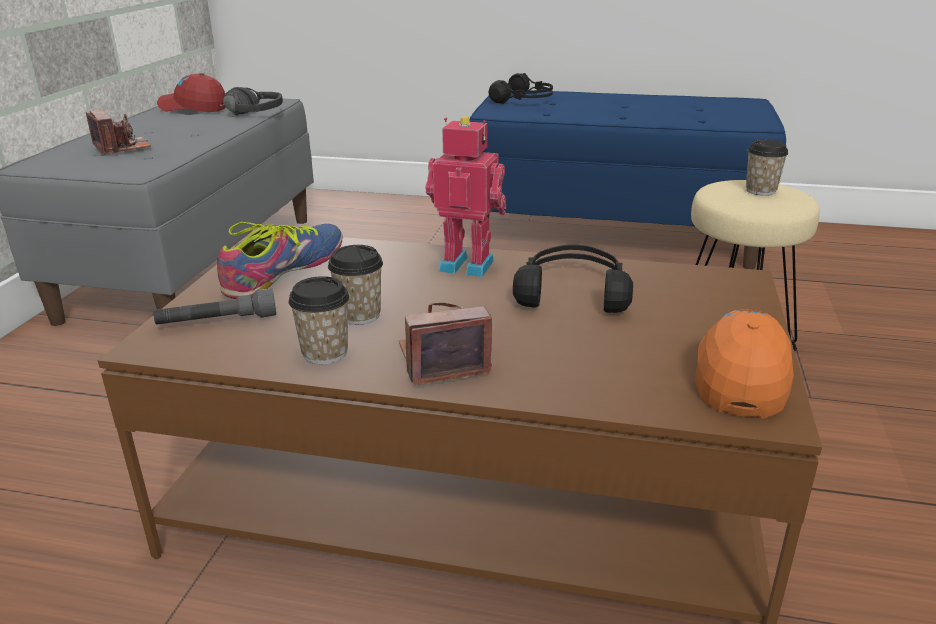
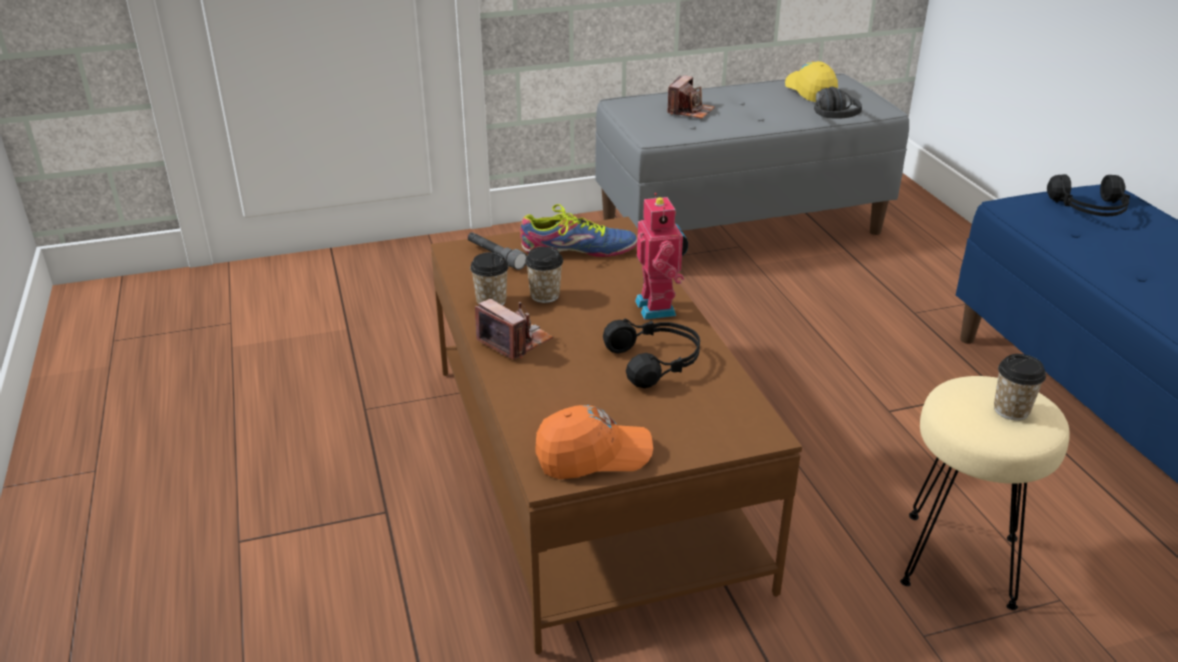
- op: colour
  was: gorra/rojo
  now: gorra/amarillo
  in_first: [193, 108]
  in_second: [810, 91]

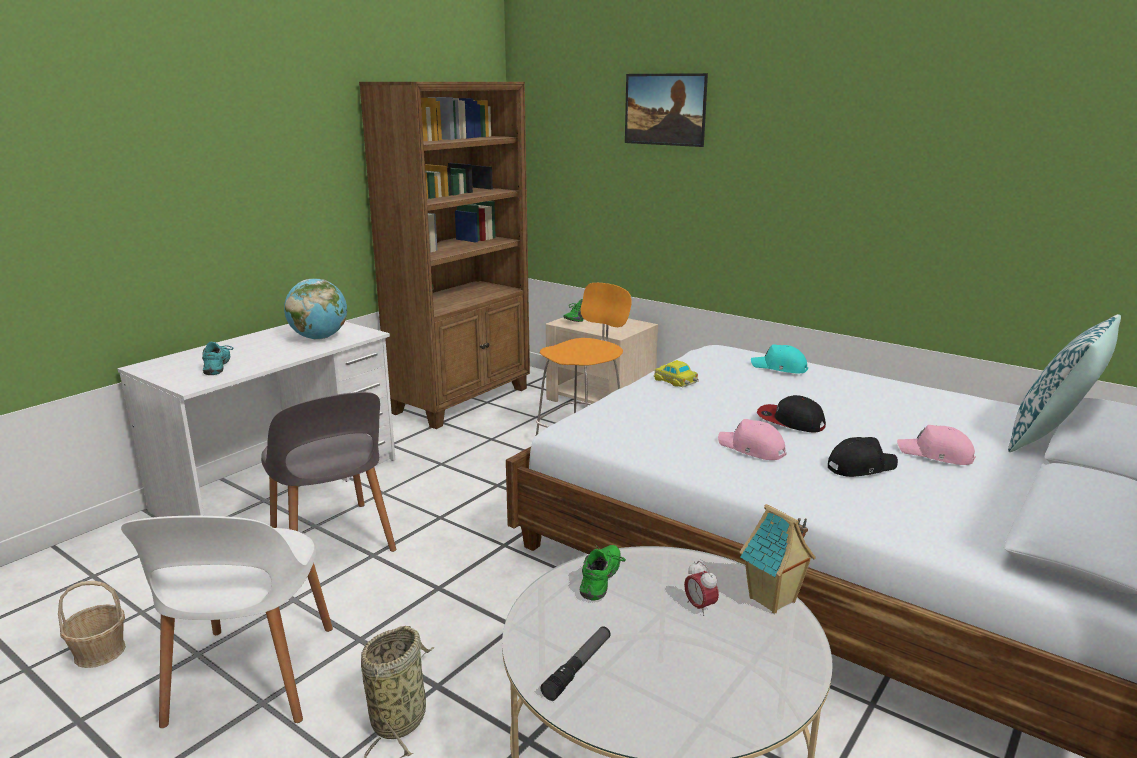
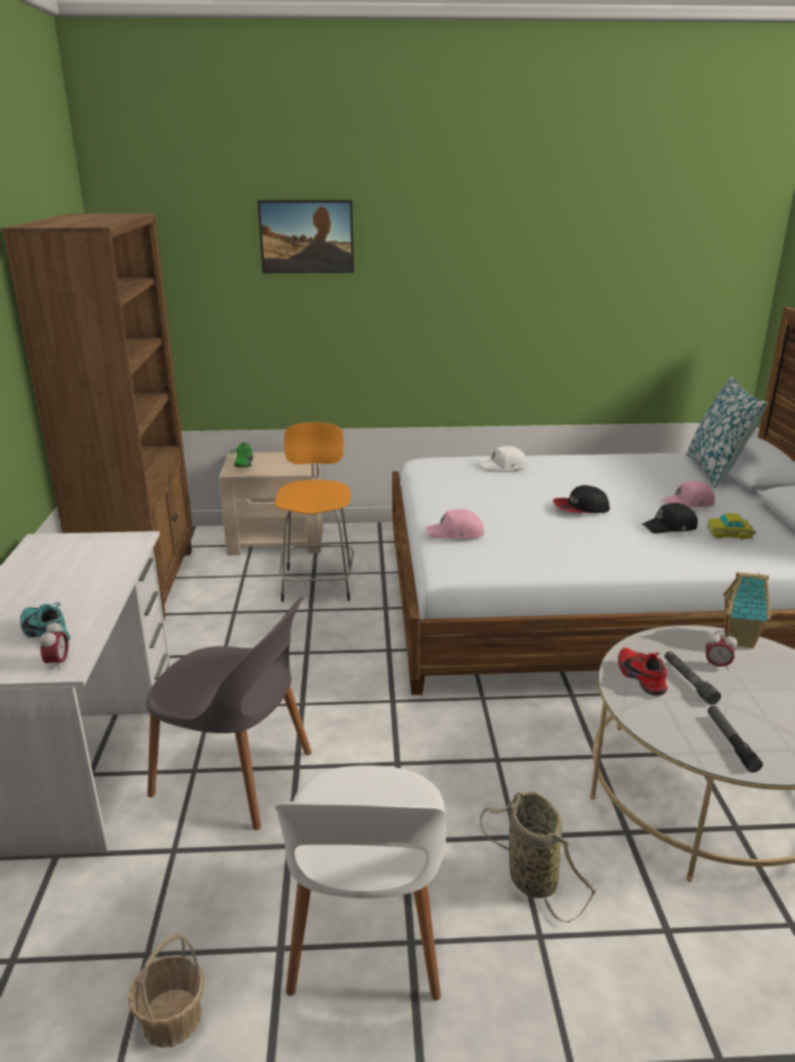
- op: appeared
  now: despertador
  in_second: [58, 663]
- op: spun
  was: silla/blanco
  in_first: [251, 678]
  in_second: [367, 931]
  clockwise: 45
- op: relocated
  was: gorra/rosa
  in_first: [751, 449]
  in_second: [456, 533]
- op: colour
  was: gorra/turquesa
  now: gorra/blanco
  in_first: [779, 368]
  in_second: [504, 466]
- op: colour
  was: zapato/verde
  now: zapato/rojo
  in_first: [603, 581]
  in_second: [642, 678]
- op: spun
  was: gorra/negro
  in_first: [860, 467]
  in_second: [670, 527]
  clockwise: -135
- op: appeared
  now: linterna/gris
  in_second: [688, 682]
- op: relocated
  was: coche de juguete
  in_first: [676, 381]
  in_second: [730, 533]
- op: missing
  was: globo terráqueo
  in_first: [319, 338]

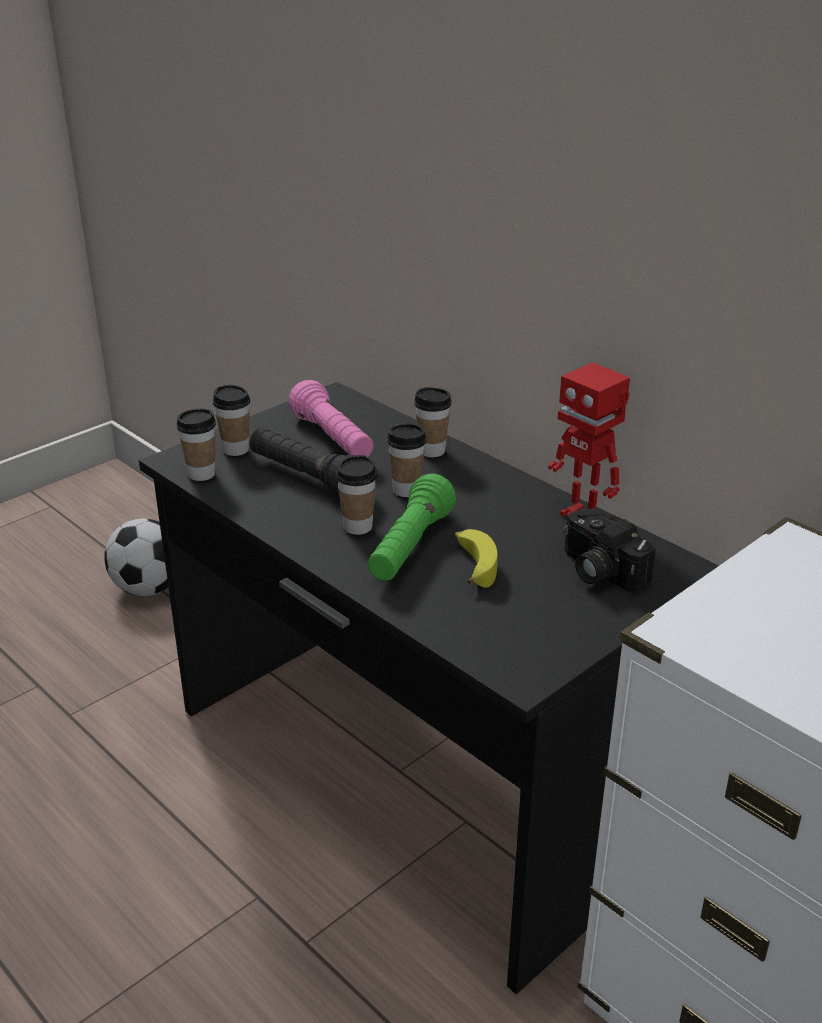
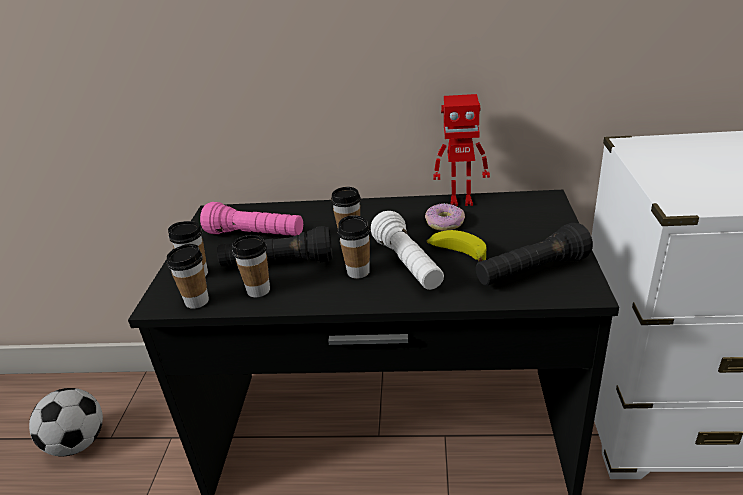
- op: relocated
  was: taza
  in_first: [432, 451]
  in_second: [258, 290]
- op: colour
  was: linterna/verde
  now: linterna/blanco
  in_first: [410, 548]
  in_second: [408, 265]
- op: appeared
  now: rosquilla
  in_second: [445, 223]
- op: appeared
  now: linterna/negro
  in_second: [531, 272]
- op: missing
  was: cámara
  in_first: [598, 571]

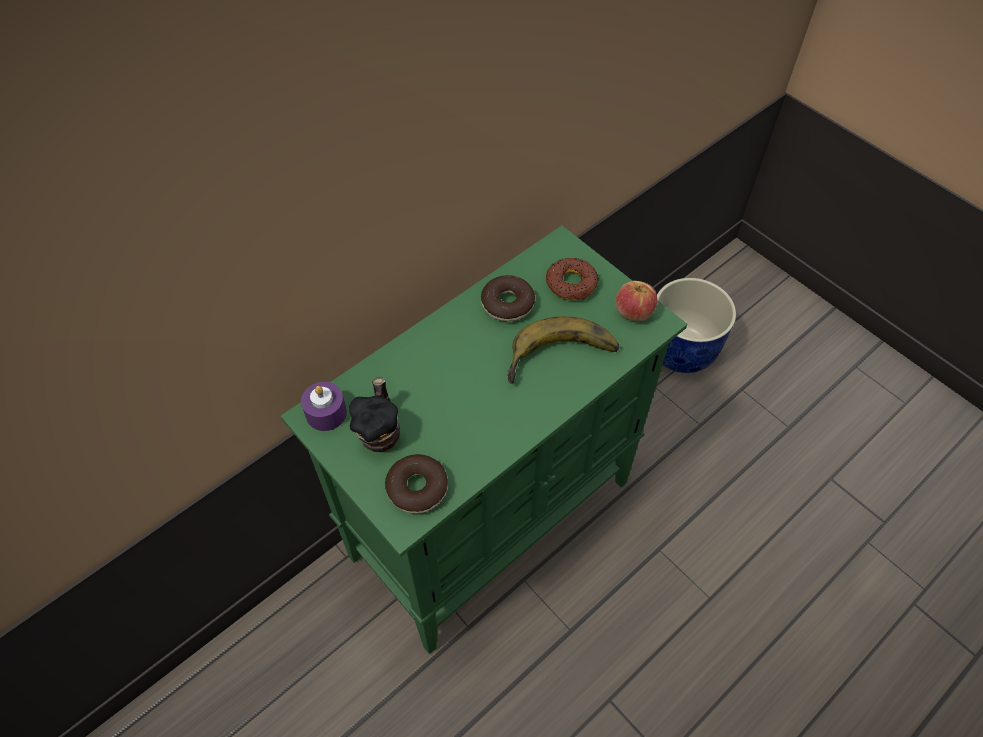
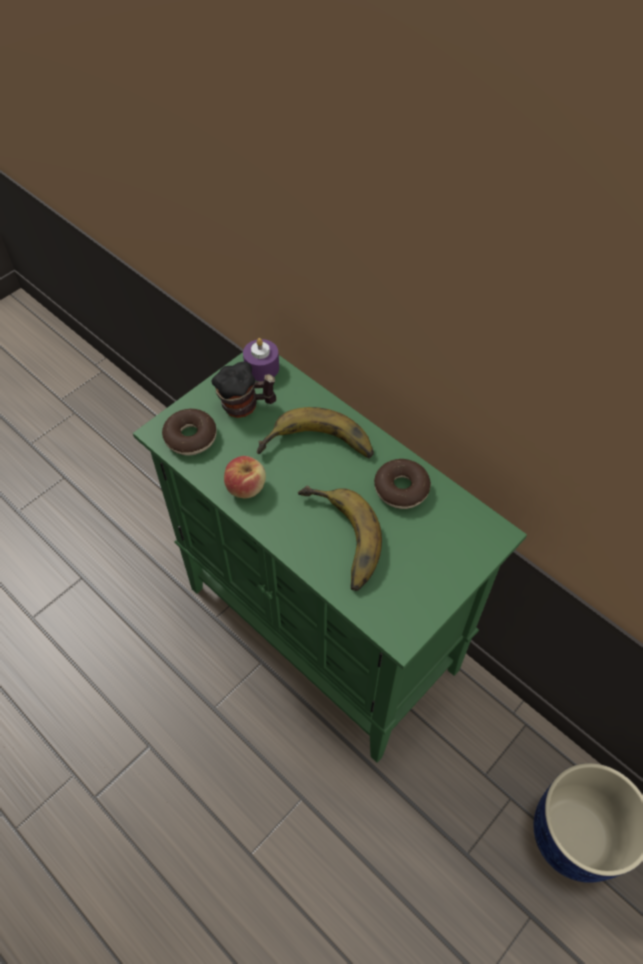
- op: relocated
  was: manzana
  in_first: [633, 311]
  in_second: [246, 487]
- op: appeared
  now: plátano
  in_second: [317, 450]
- op: missing
  was: rosquilla
  in_first: [571, 283]

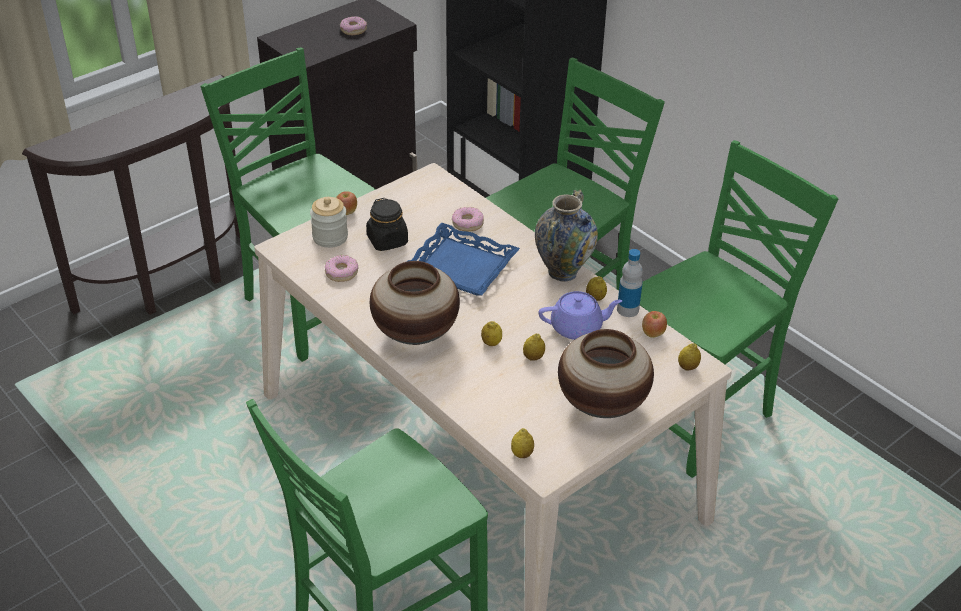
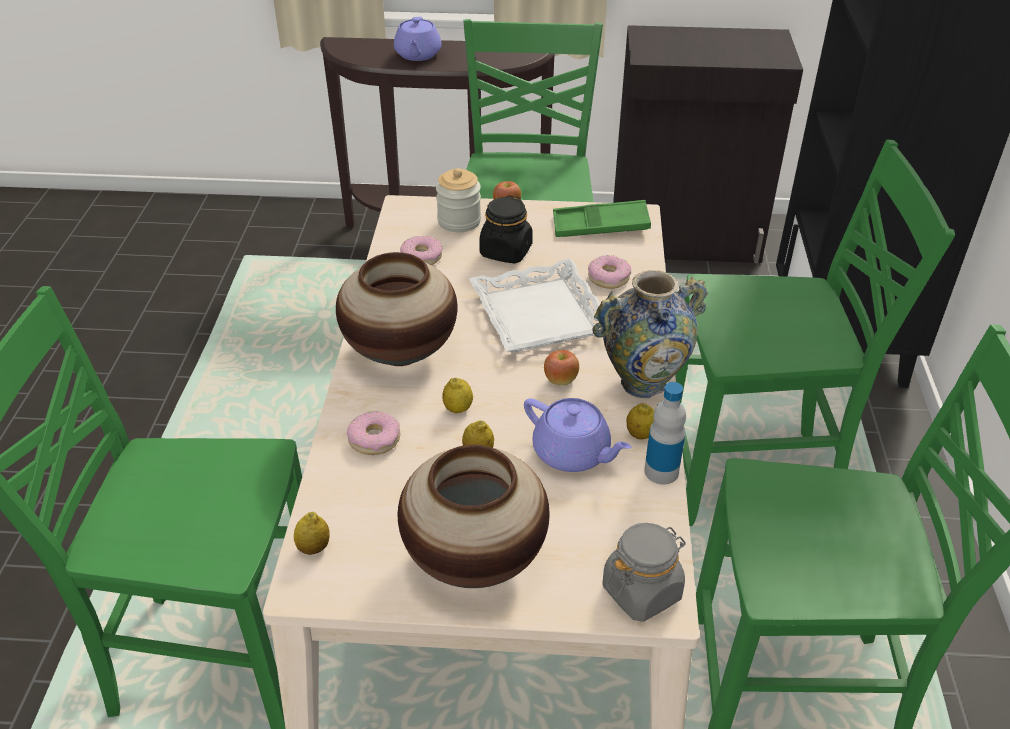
- op: relocated
  was: rosquilla
  in_first: [353, 30]
  in_second: [374, 439]
- op: appeared
  now: tetera/morado
  in_second: [418, 55]
- op: colour
  was: bandeja/azul
  now: bandeja/blanco
  in_first: [461, 266]
  in_second: [541, 315]
- op: relocated
  was: manzana
  in_first: [653, 333]
  in_second: [560, 380]
- op: appeared
  now: bandeja/verde
  in_second: [600, 226]
- op: exchanged
  was: limón
  now: tarro/gris
  in_first: [688, 367]
  in_second: [642, 591]

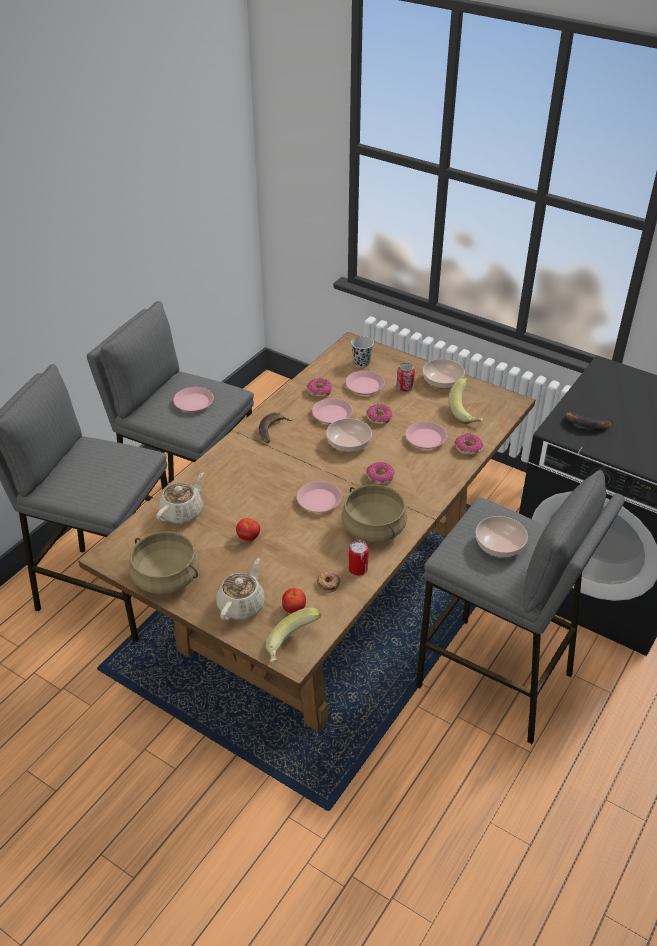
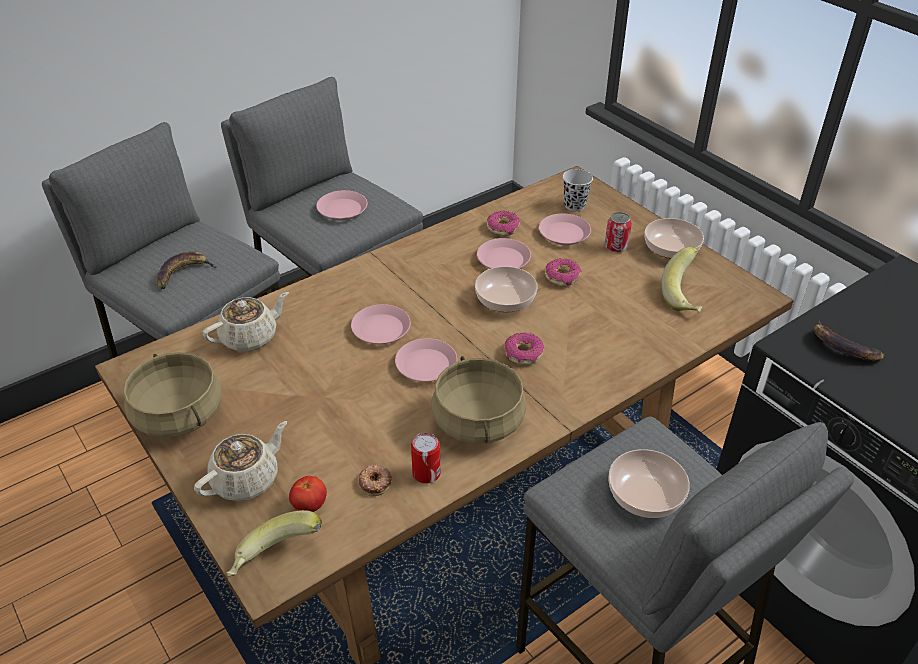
- op: relocated
  was: plátano
  in_first: [272, 429]
  in_second: [183, 273]
- op: relocated
  was: plato/rosa
  in_first: [425, 438]
  in_second: [381, 329]
- op: missing
  was: tomate
  in_first: [248, 537]
- op: missing
  was: rosquilla
  in_first: [468, 448]

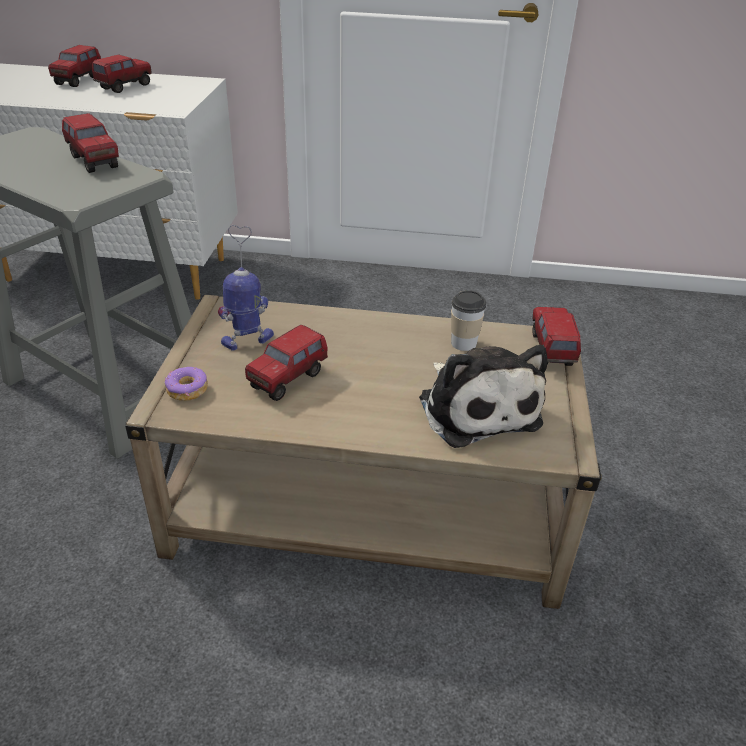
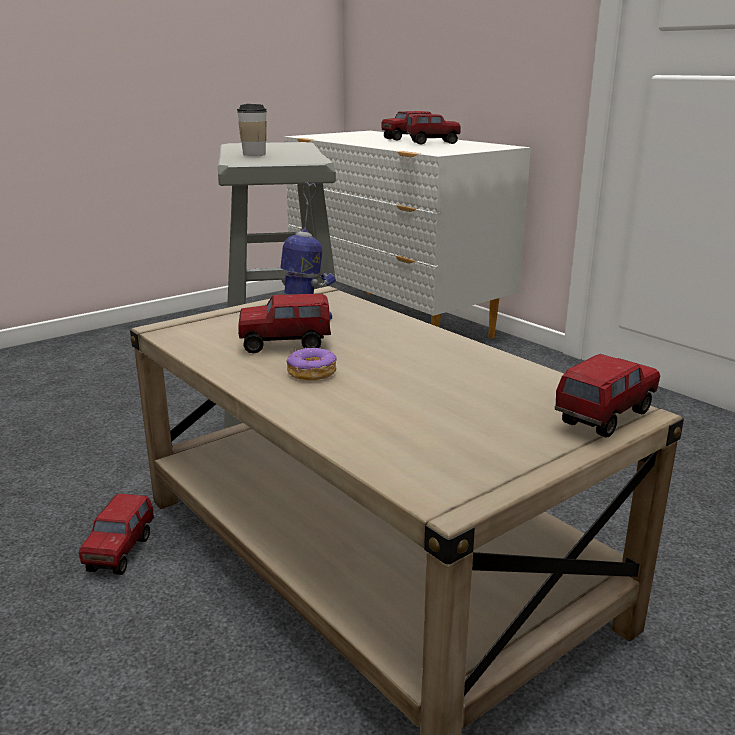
- op: relocated
  was: camión de juguete
  in_first: [94, 161]
  in_second: [121, 553]
- op: relocated
  was: taza
  in_first: [463, 343]
  in_second: [254, 154]
- op: relocated
  was: rosquilla
  in_first: [187, 390]
  in_second: [311, 373]
- op: missing
  was: peluche
  in_first: [476, 408]

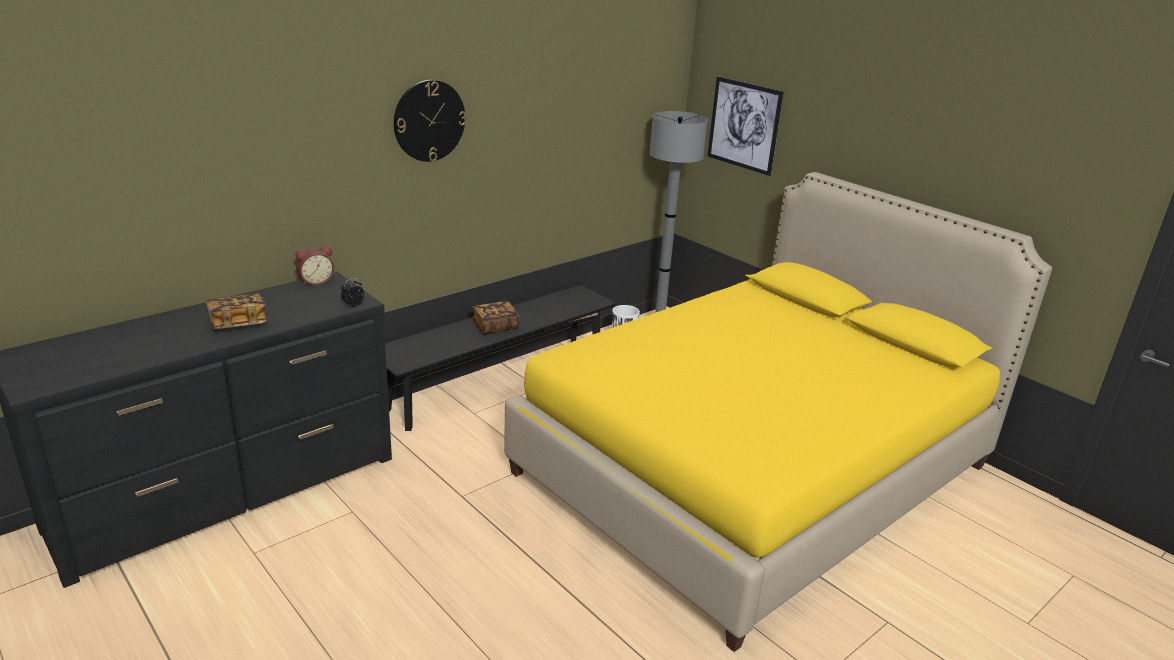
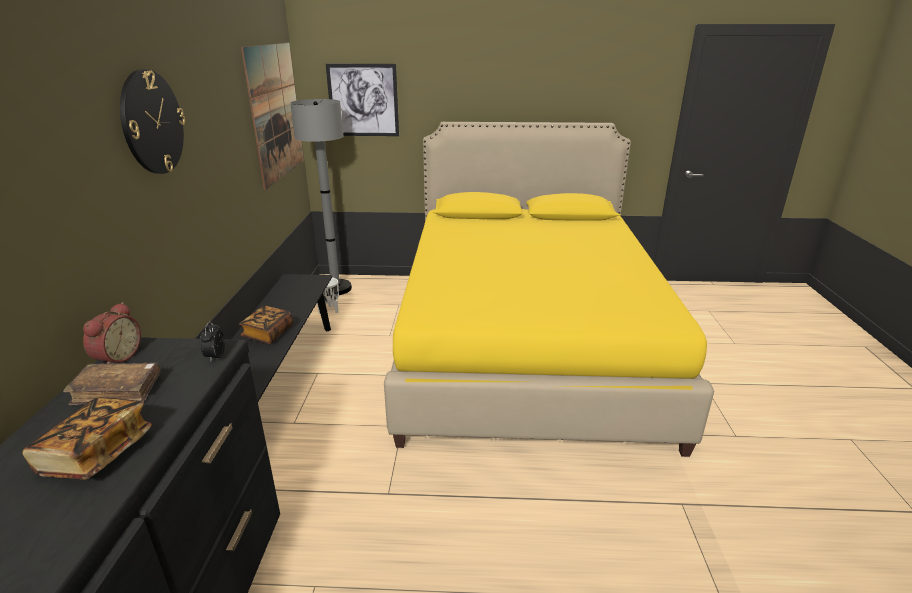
- op: appeared
  now: libro/marrón
  in_second: [118, 390]
- op: appeared
  now: cuadro
  in_second: [275, 112]

